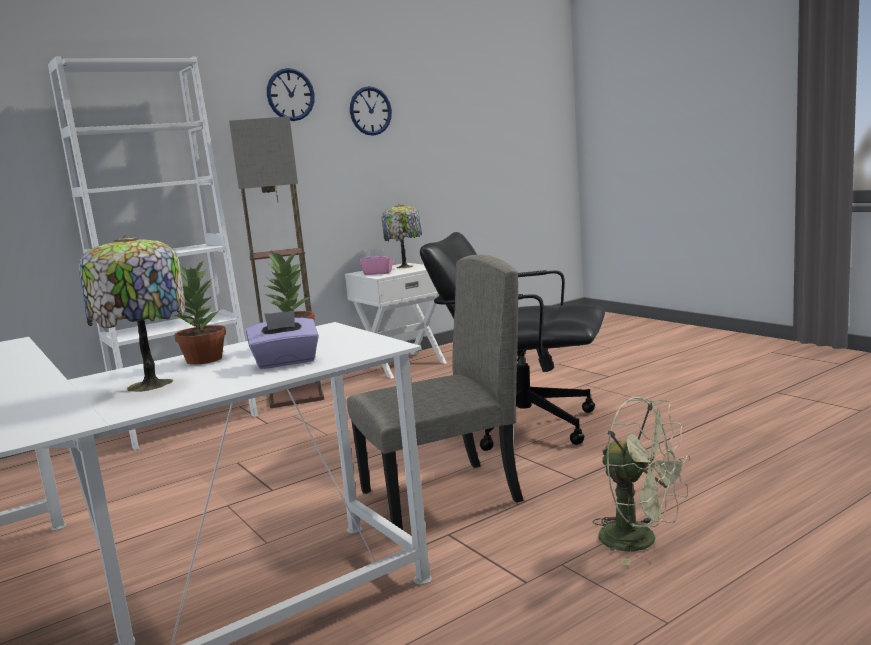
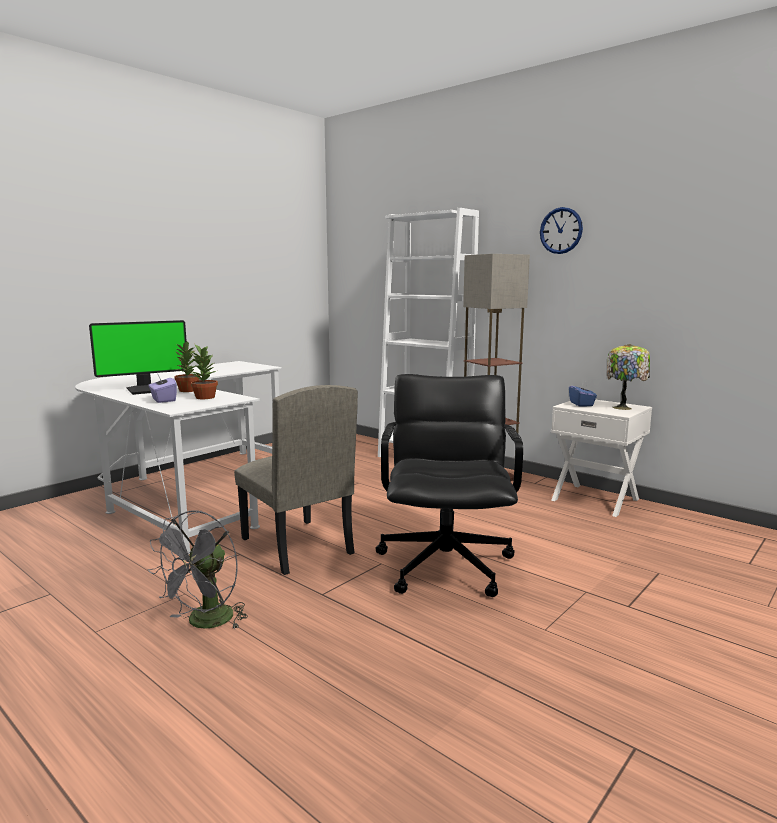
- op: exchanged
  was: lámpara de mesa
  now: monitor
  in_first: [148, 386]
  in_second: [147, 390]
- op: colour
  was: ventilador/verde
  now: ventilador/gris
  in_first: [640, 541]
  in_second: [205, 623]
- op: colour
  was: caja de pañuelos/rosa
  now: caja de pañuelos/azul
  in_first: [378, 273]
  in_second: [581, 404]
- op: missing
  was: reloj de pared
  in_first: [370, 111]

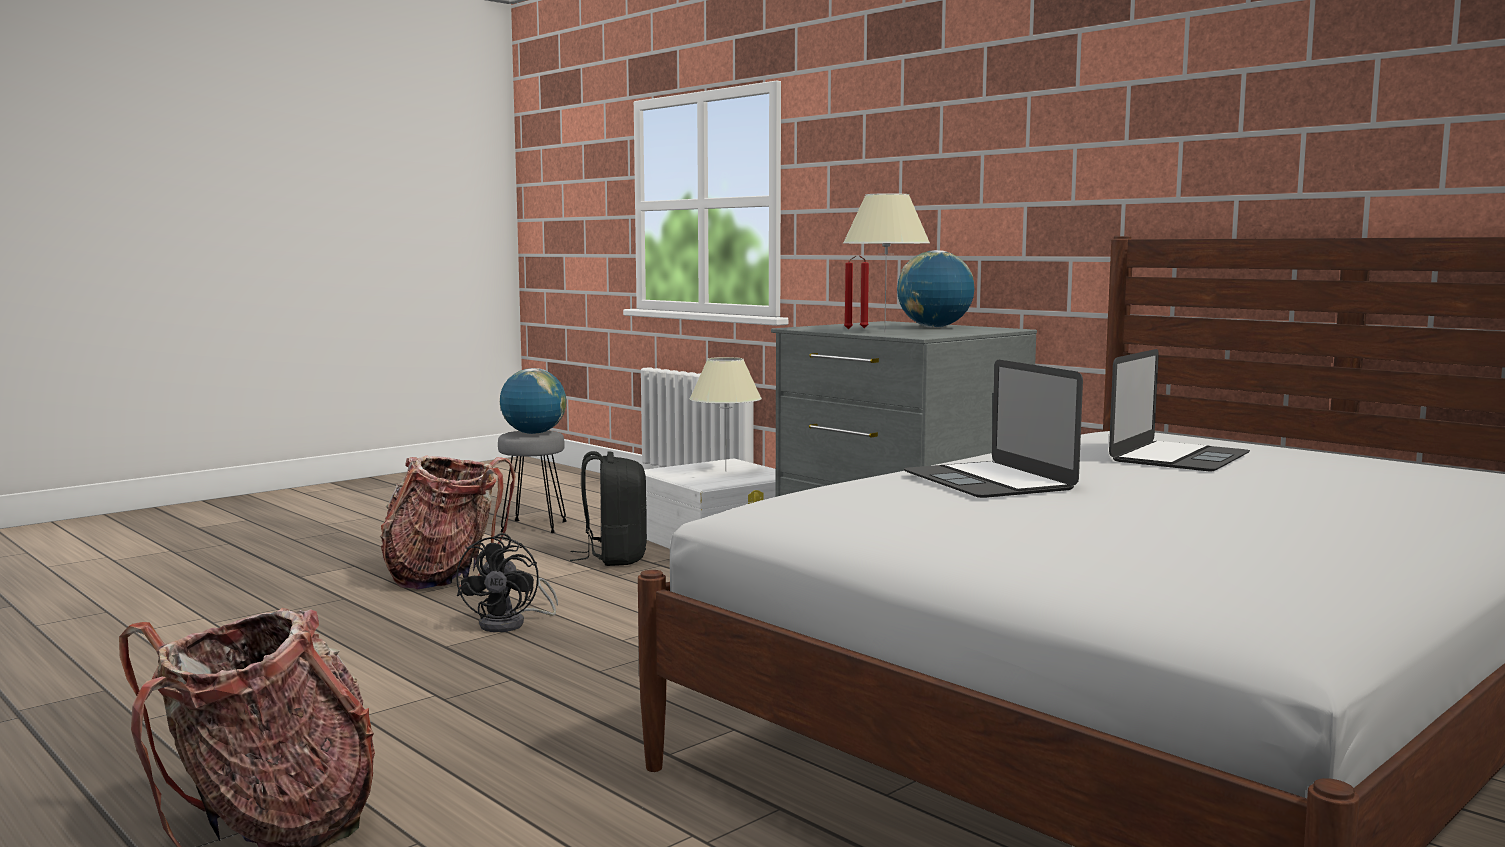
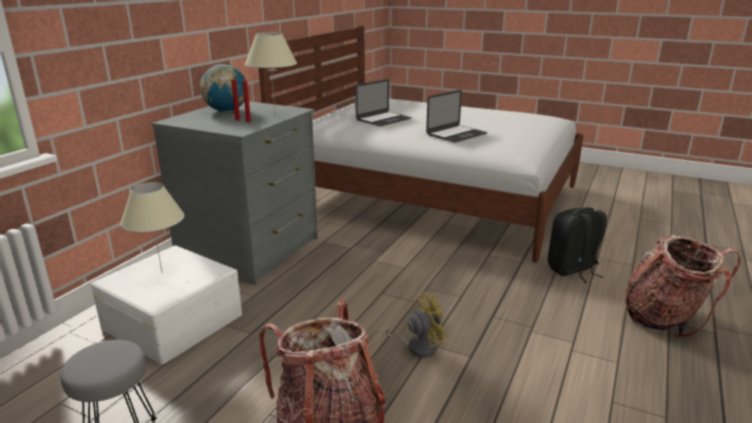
- op: spun
  was: portátil
  in_first: [1179, 457]
  in_second: [383, 119]
  clockwise: 120
- op: colour
  was: ventilador/negro
  now: ventilador/amarillo
  in_first: [511, 624]
  in_second: [416, 347]
- op: relocated
  was: mochila/negro
  in_first: [614, 558]
  in_second: [572, 270]
- op: missing
  was: globo terráqueo
  in_first: [534, 433]

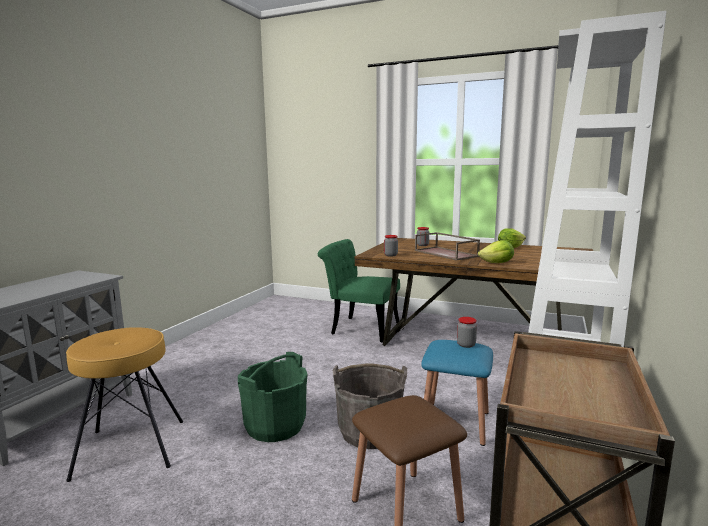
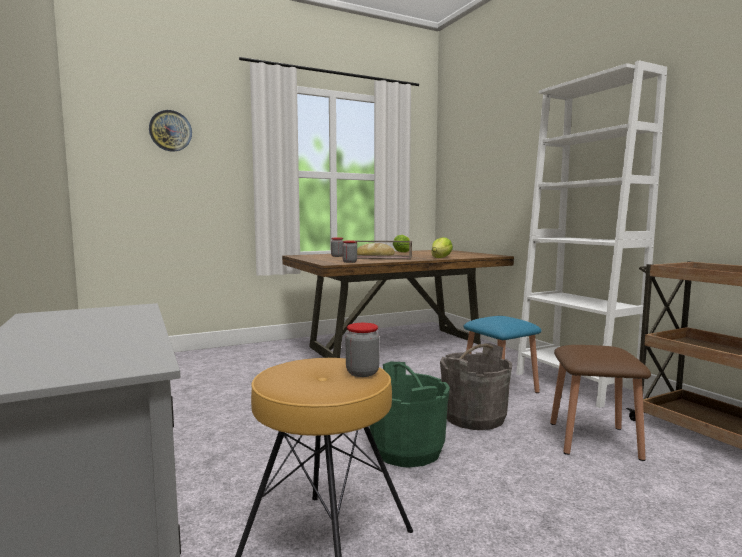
- op: appeared
  now: reloj de pared
  in_second: [170, 131]
- op: relocated
  was: tarro
  in_first: [466, 345]
  in_second: [362, 373]
- op: appeared
  now: pan
  in_second: [375, 254]
- op: missing
  was: silla/verde
  in_first: [359, 328]

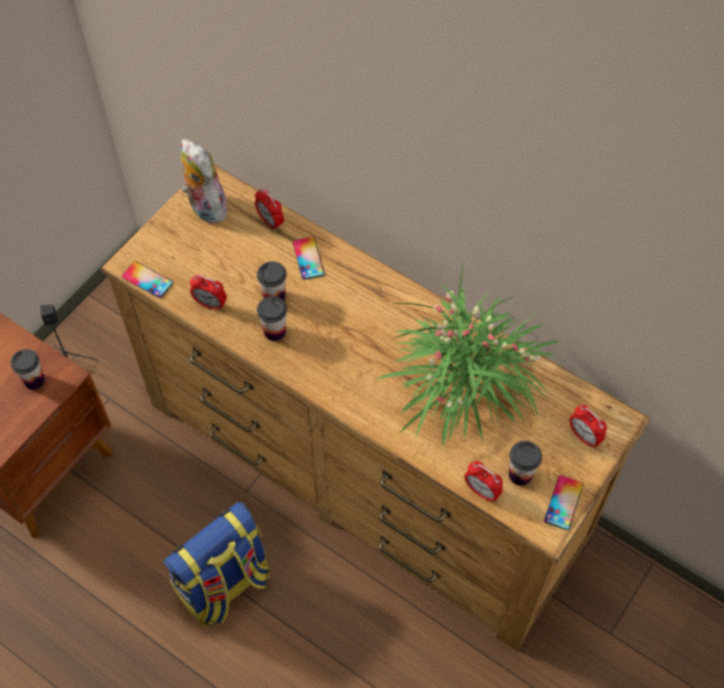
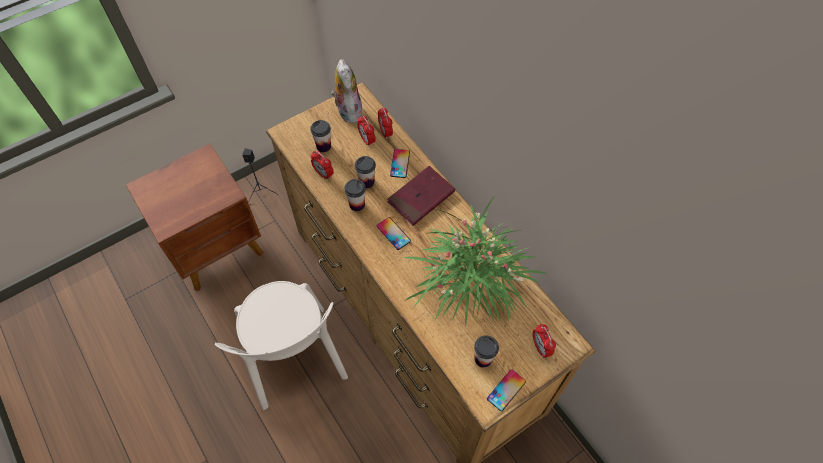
- op: exchanged
  was: mochila
  now: silla/beis
  in_first: [224, 586]
  in_second: [295, 361]
- op: relocated
  was: taza
  in_first: [34, 380]
  in_second: [323, 146]
- op: relocated
  was: despertador
  in_first: [481, 491]
  in_second: [367, 140]
- op: relocated
  was: móvil
  in_first: [147, 280]
  in_second: [393, 233]
- op: appeared
  now: libro/rojo
  in_second: [421, 197]

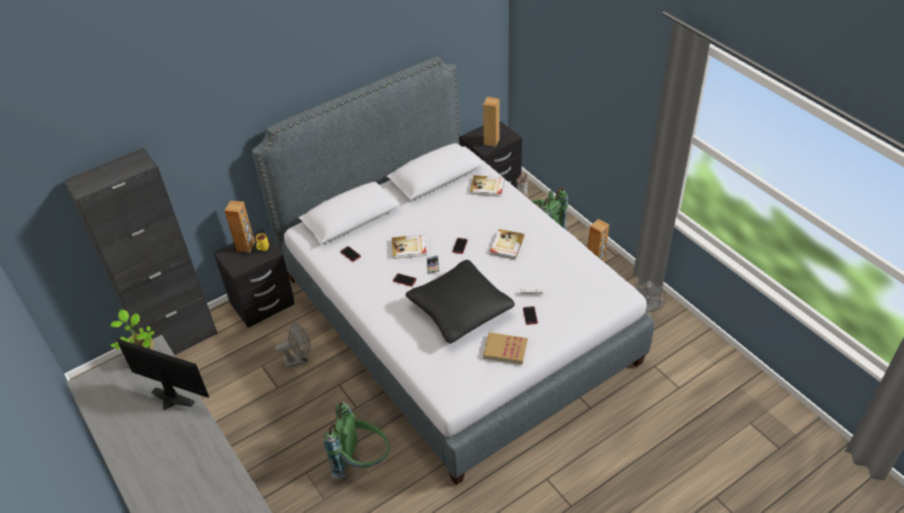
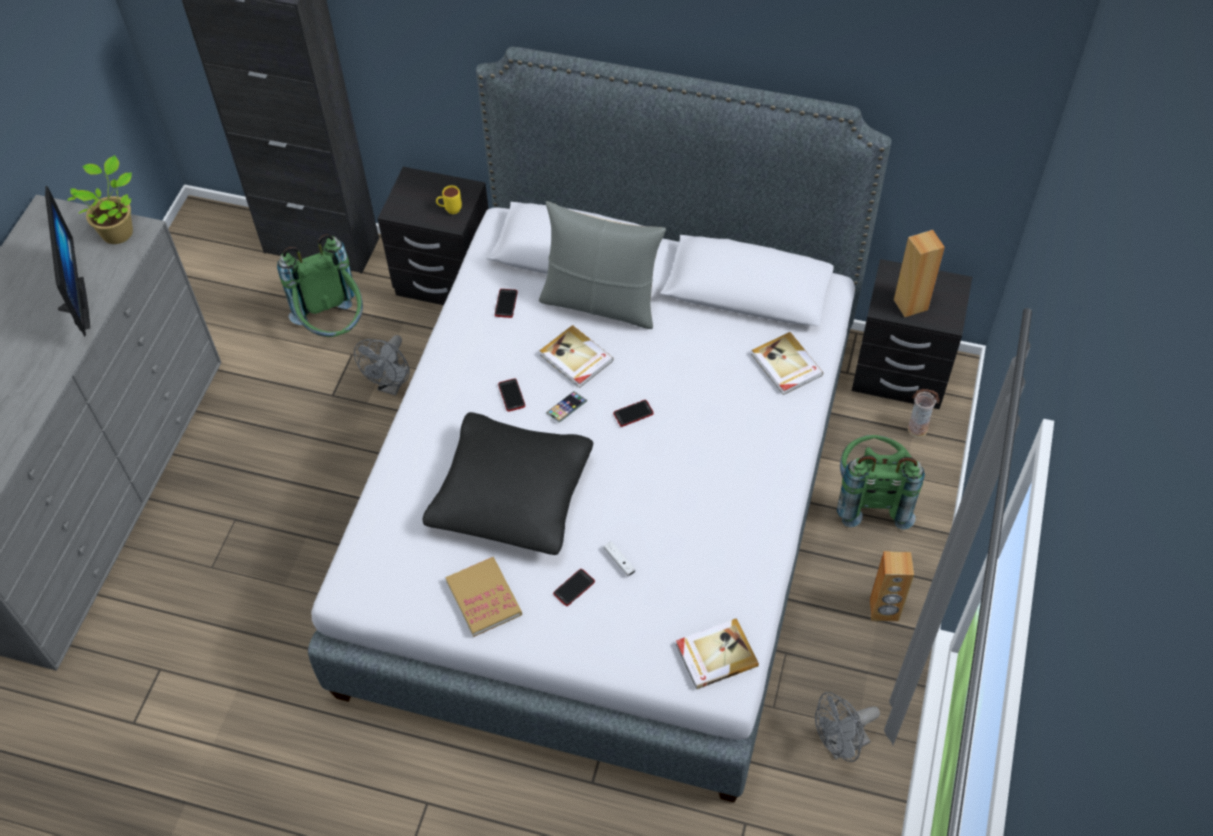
- op: relocated
  was: mochila/verde
  in_first: [362, 461]
  in_second: [334, 328]
- op: spun
  was: ventilador/gris
  in_first: [299, 360]
  in_second: [391, 385]
  clockwise: 75
- op: appeared
  now: cojín/gris
  in_second: [601, 302]
- op: relocated
  was: libro
  in_first: [506, 245]
  in_second: [715, 654]
- op: missing
  was: altavoz/marrón
  in_first: [246, 246]

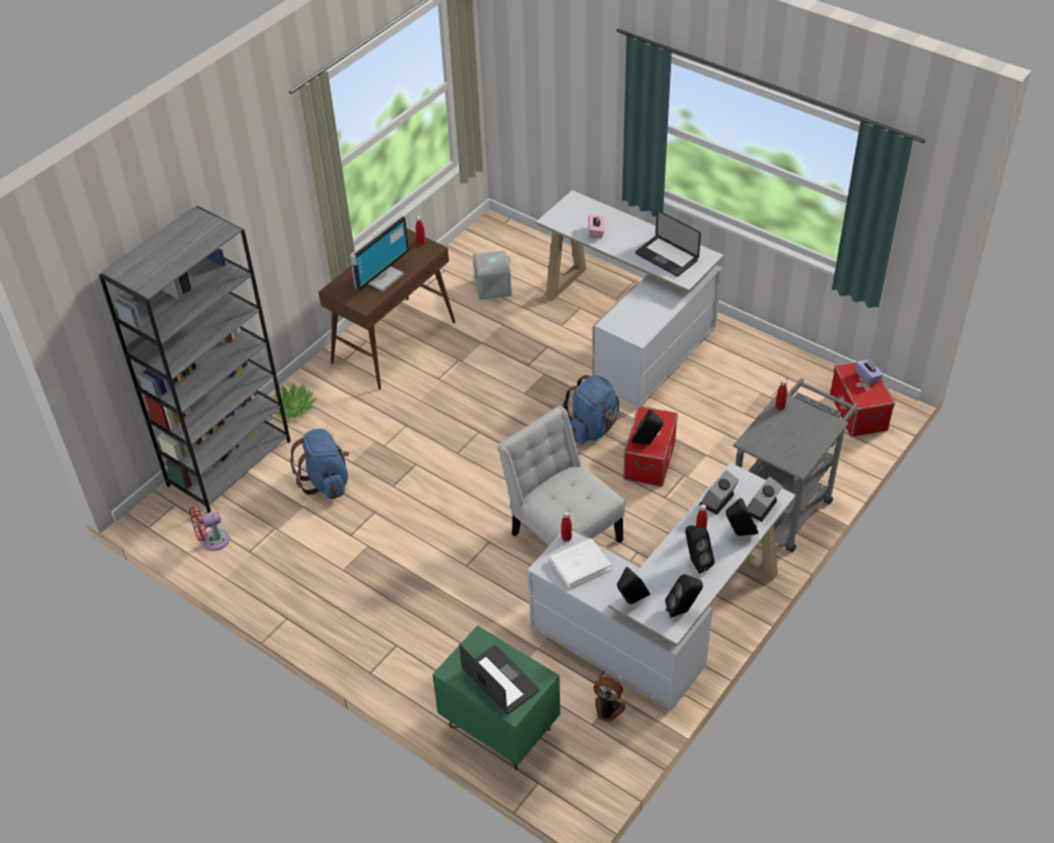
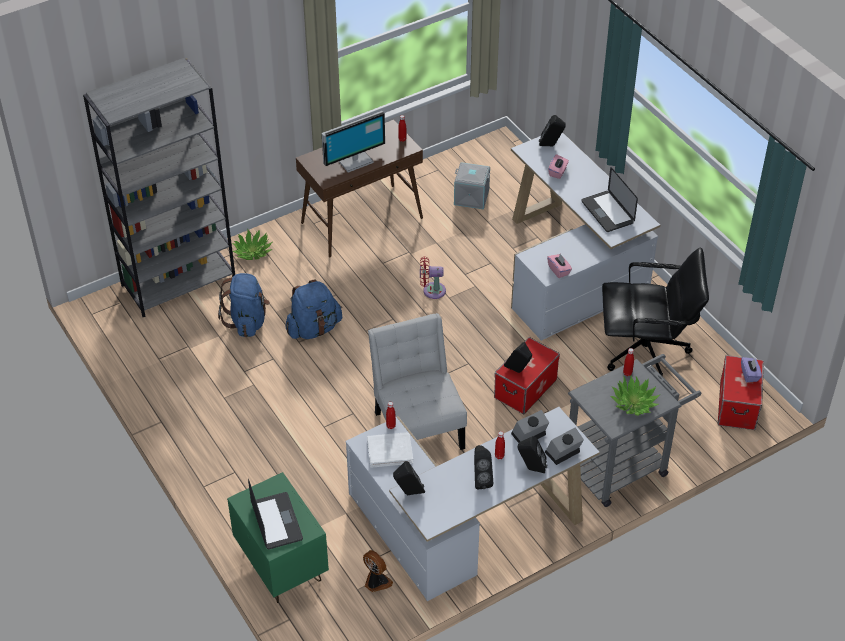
- op: relocated
  was: mochila/azul
  in_first: [592, 428]
  in_second: [314, 328]
- op: relocated
  was: ventilador/rojo
  in_first: [212, 541]
  in_second: [431, 290]
- op: relocated
  was: altavoz/negro
  in_first: [683, 610]
  in_second: [551, 145]
- op: appeared
  now: caja de pañuelos/rosa
  in_second: [559, 270]
- op: appeared
  now: silla de oficina/negro
  in_second: [646, 352]
- op: appeared
  now: planta en maceta
  in_second: [634, 403]

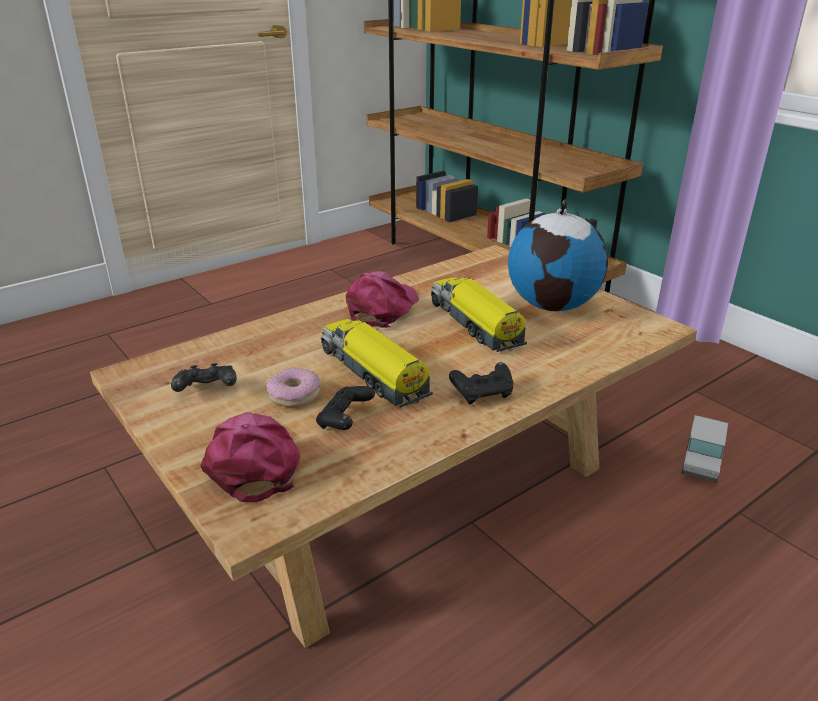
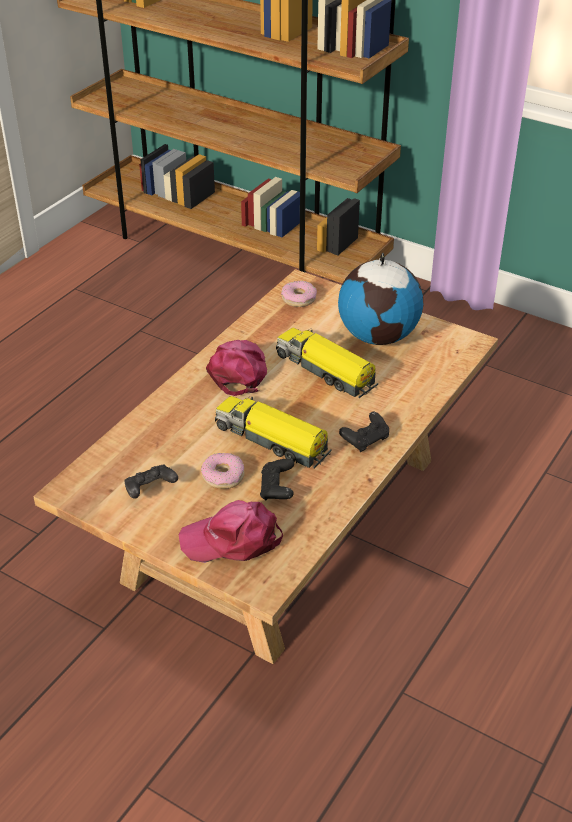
- op: spun
  was: gorra/rosa
  in_first: [253, 461]
  in_second: [233, 540]
  clockwise: -60
- op: appeared
  now: rosquilla
  in_second: [298, 298]
- op: missing
  was: camión de juguete
  in_first: [701, 463]

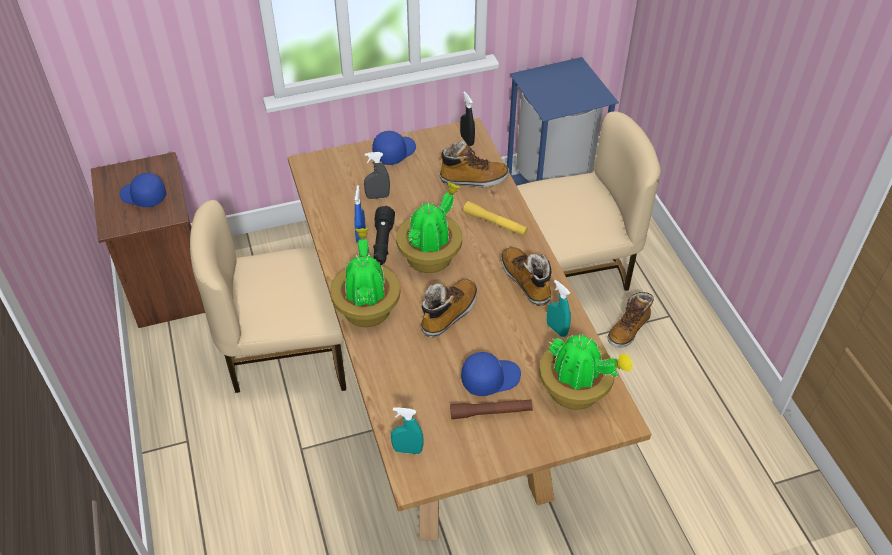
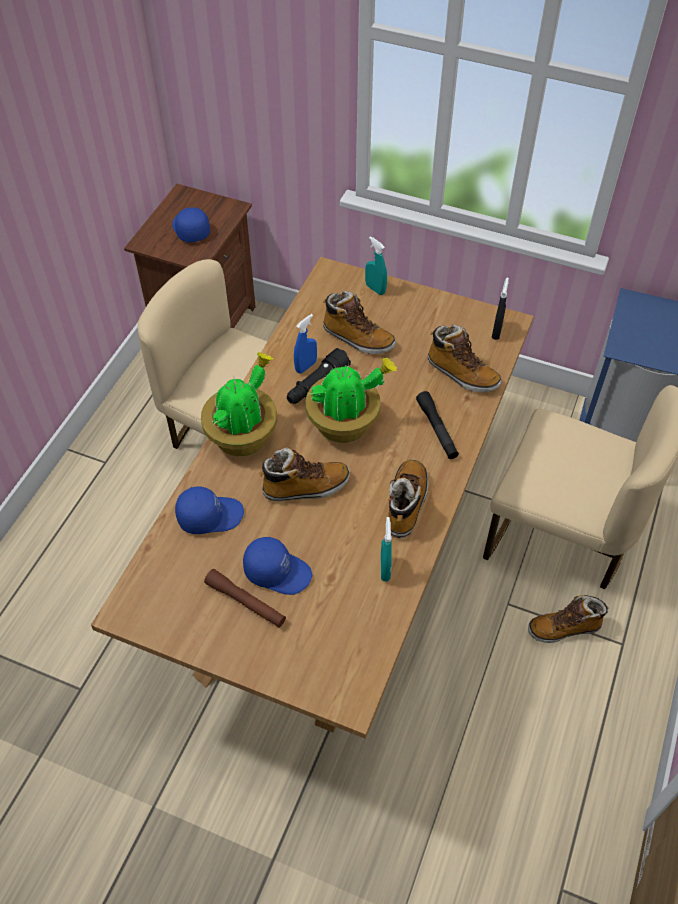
- op: relocated
  was: gorra/azul
  in_first: [394, 152]
  in_second: [210, 515]
- op: exchanged
  was: pulverizador/gris
  now: bota
  in_first: [377, 196]
  in_second: [357, 338]
- op: relocated
  was: pulverizador/turquesa
  in_first: [407, 450]
  in_second: [375, 289]
- op: colour
  was: linterna/amarillo
  now: linterna/negro
  in_first: [495, 223]
  in_second: [437, 429]
- op: missing
  was: planta en maceta
  in_first: [576, 391]

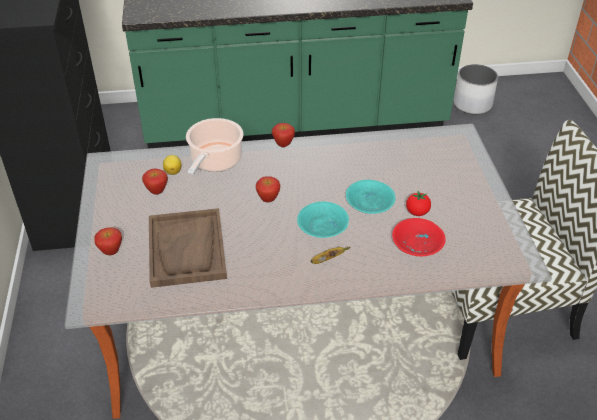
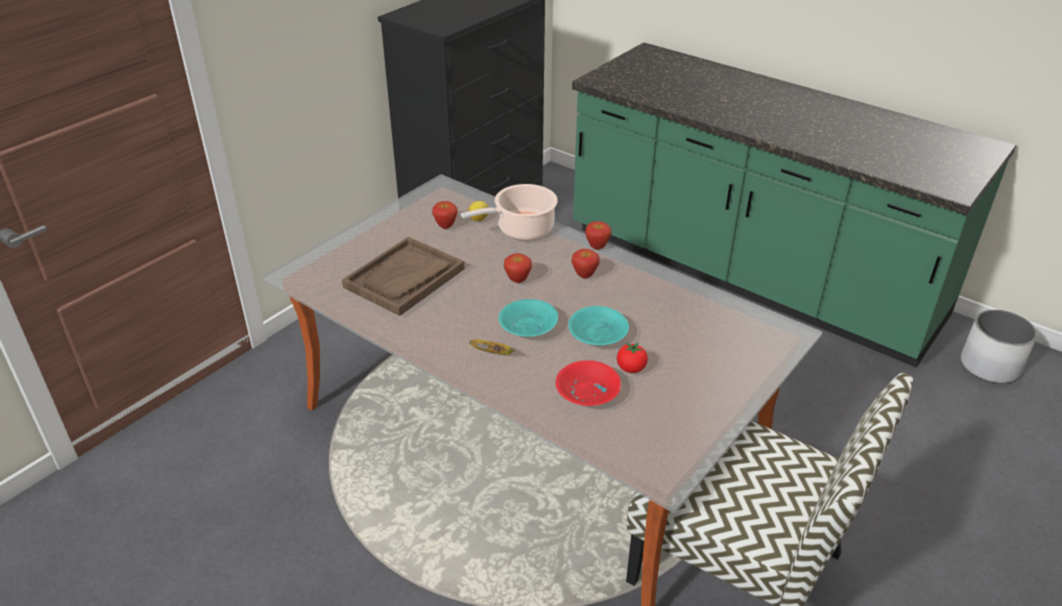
- op: relocated
  was: manzana
  in_first: [111, 252]
  in_second: [584, 276]

